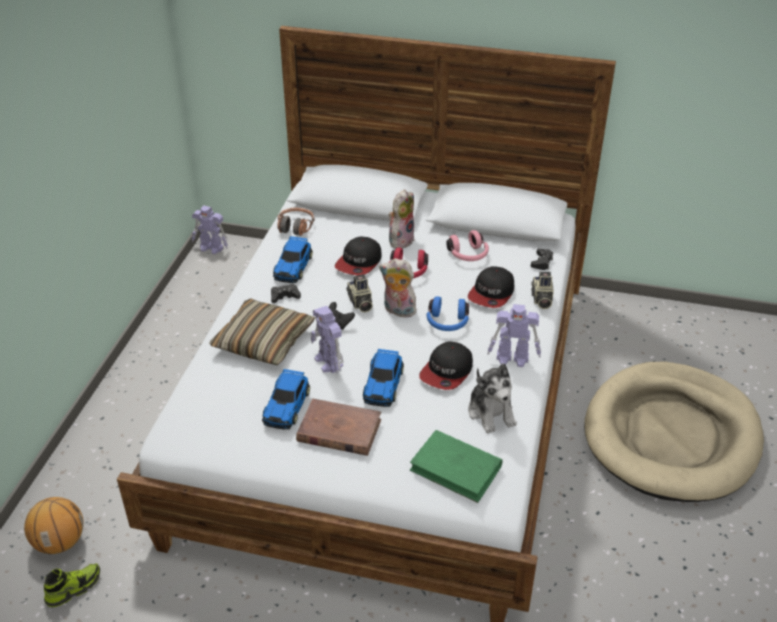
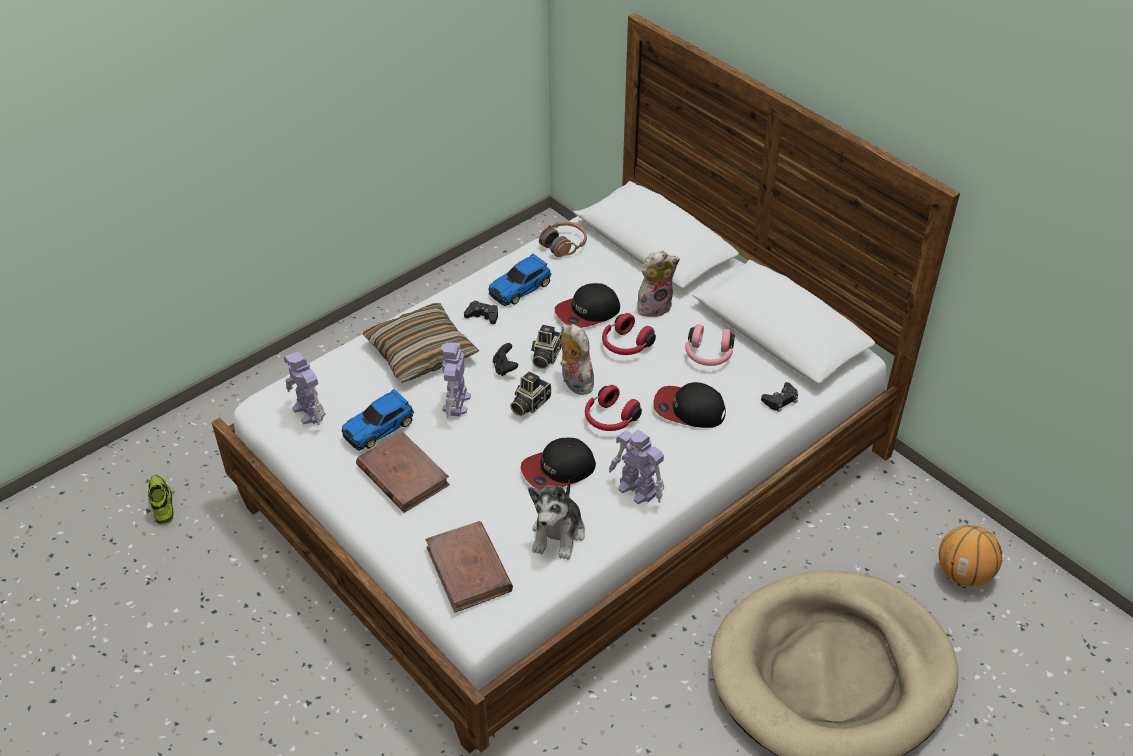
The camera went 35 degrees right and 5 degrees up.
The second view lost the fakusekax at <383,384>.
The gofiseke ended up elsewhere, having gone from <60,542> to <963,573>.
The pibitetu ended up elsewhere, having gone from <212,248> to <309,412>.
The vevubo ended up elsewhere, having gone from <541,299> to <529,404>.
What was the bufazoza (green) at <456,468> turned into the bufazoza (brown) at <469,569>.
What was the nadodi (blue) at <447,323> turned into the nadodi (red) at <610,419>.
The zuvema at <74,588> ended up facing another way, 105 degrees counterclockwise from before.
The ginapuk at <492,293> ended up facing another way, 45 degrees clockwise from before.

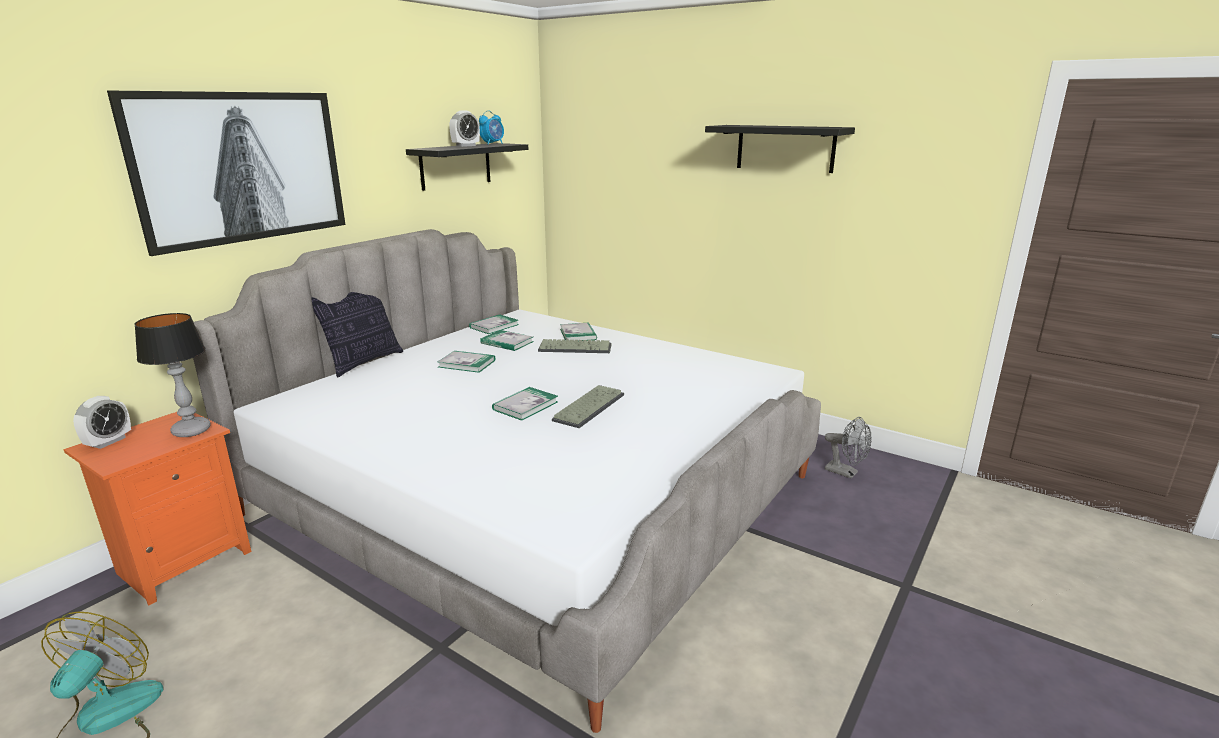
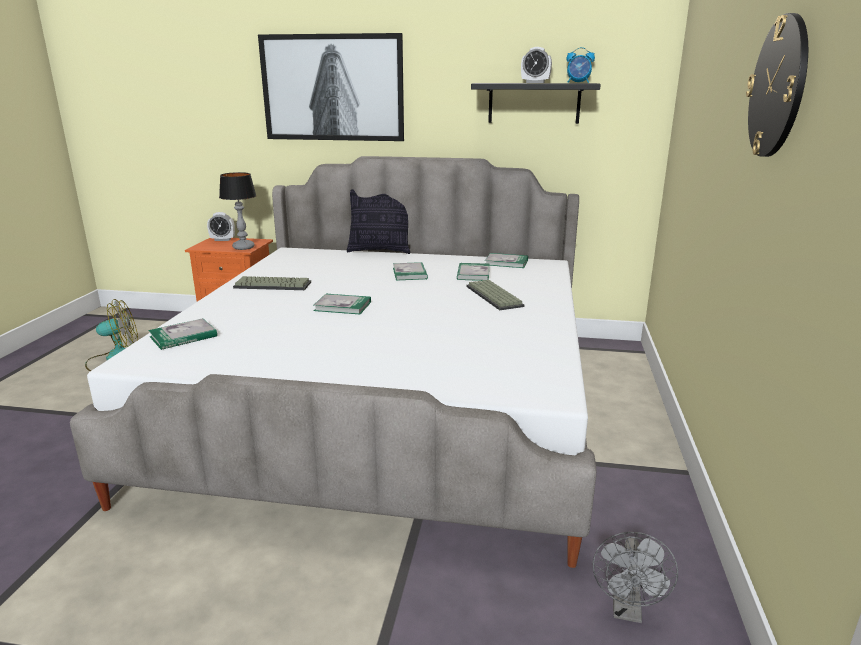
The camera went 65 degrees right and 0 degrees up.
The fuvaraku ended up elsewhere, having gone from <588,407> to <274,285>.
The bufazoza ended up elsewhere, having gone from <578,334> to <183,336>.
Where the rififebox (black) hung at <785,148>, the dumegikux came to hang at <778,87>.

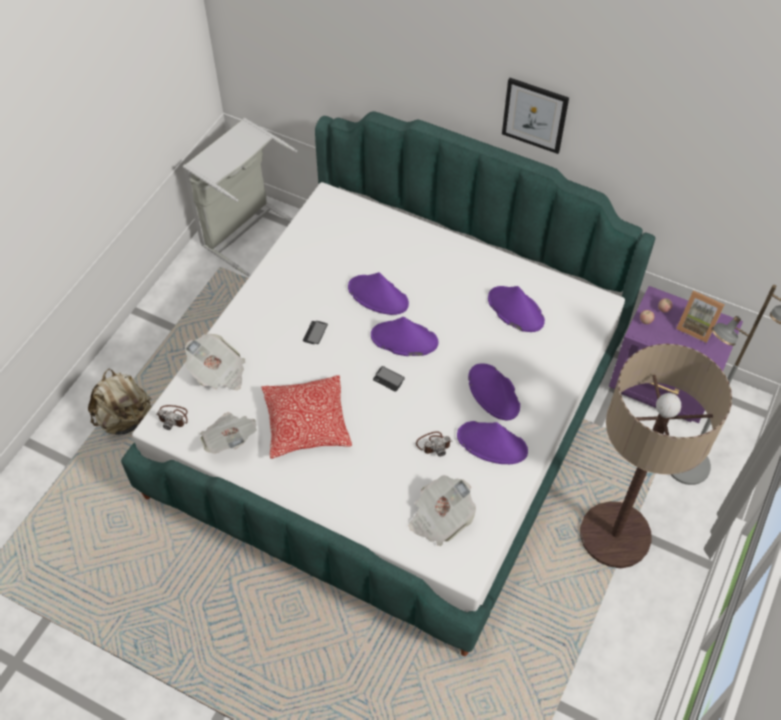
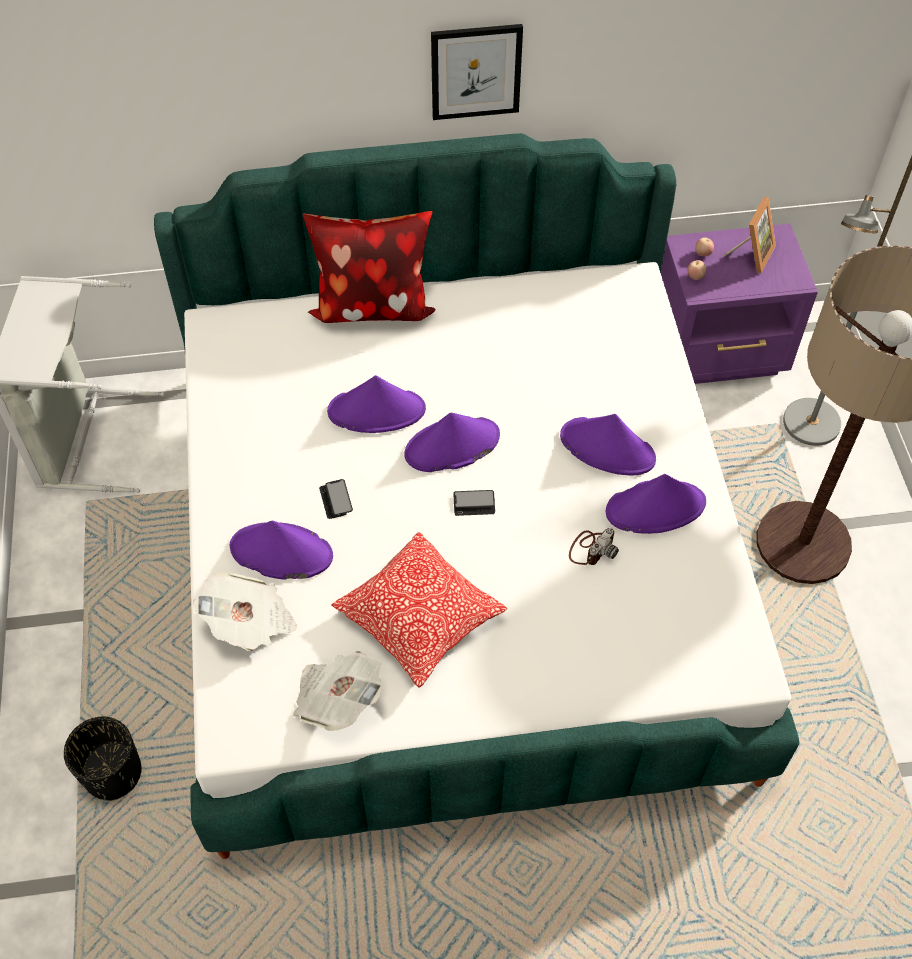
The camera went 35 degrees left and 0 degrees up.
The second view lost the vevubo at <173,417>.
The second view lost the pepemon at <440,518>.
The second view gained the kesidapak at <372,305>.
The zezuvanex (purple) ended up elsewhere, having gone from <515,310> to <281,552>.
Where the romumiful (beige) stood at <126,419>, the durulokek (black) came to stand at <113,773>.
The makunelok at <696,327> ended up facing another way, 60 degrees counterclockwise from before.

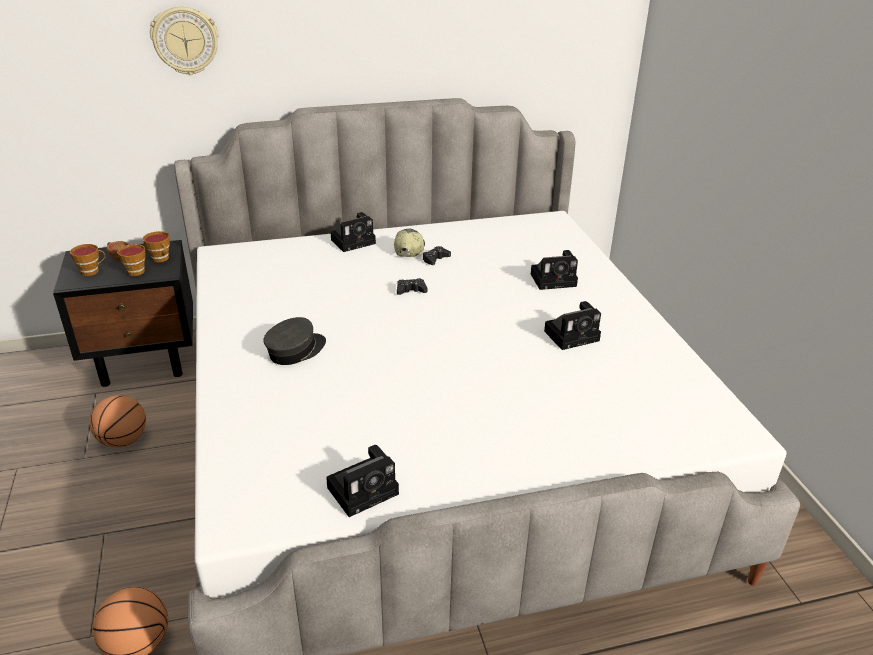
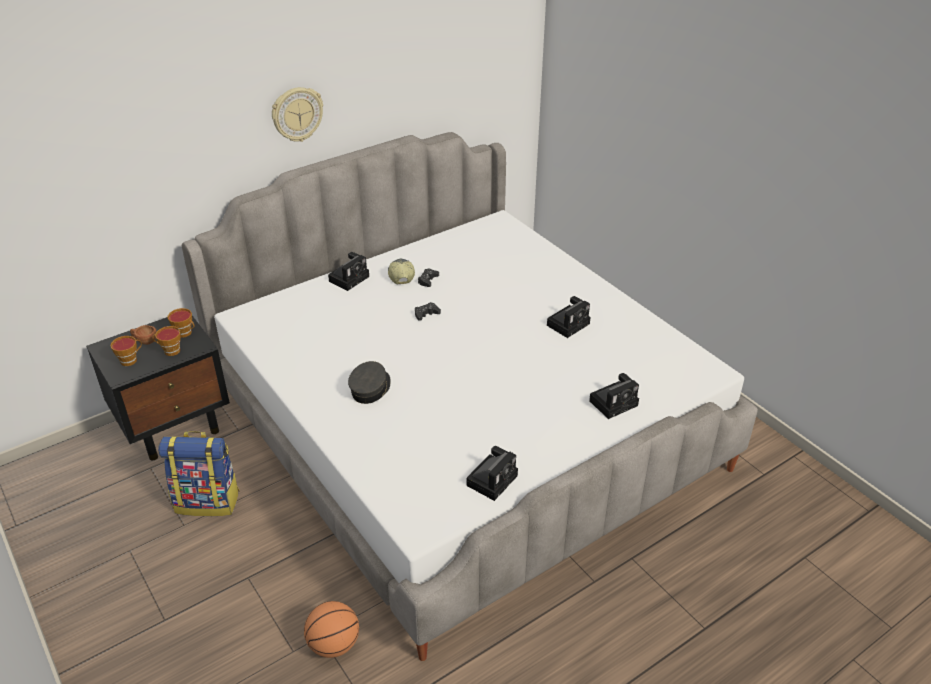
The camera went 20 degrees left and 5 degrees up.
The dumegikux ended up elsewhere, having gone from <185,40> to <297,114>.
The vevubo ended up elsewhere, having gone from <555,279> to <614,402>.
Where the gofiseke stood at <123,440>, the romumiful came to stand at <208,501>.

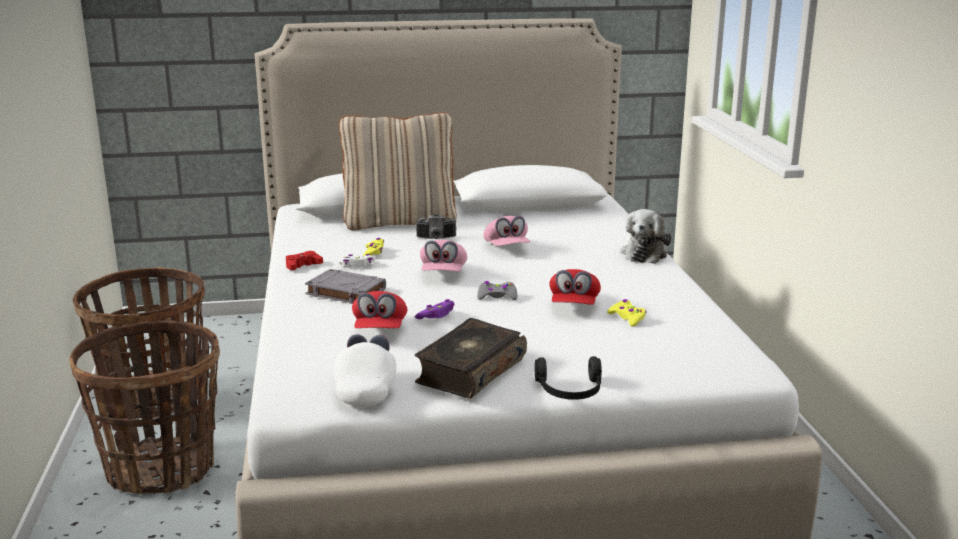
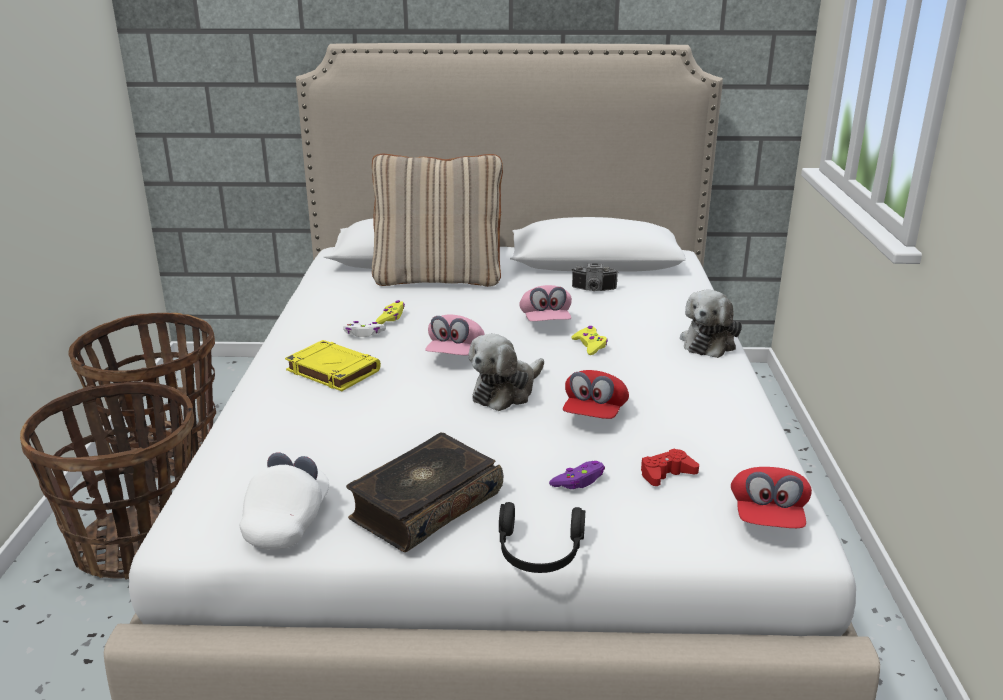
The camera went 10 degrees right and 5 degrees up.
The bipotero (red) ended up elsewhere, having gone from <302,265> to <666,474>.
The ginapuk (red) ended up elsewhere, having gone from <380,330> to <767,517>.
The vevubo ended up elsewhere, having gone from <436,238> to <593,290>.
The bipotero (purple) ended up elsewhere, having gone from <436,315> to <579,481>.
The bipotero (yellow) ended up elsewhere, having gone from <627,318> to <590,345>.
Where the bipotero (grey) stood at <497,296>, the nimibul came to stand at <506,391>.
What was the bufazoza (grey) at <345,292> turned into the bufazoza (yellow) at <332,370>.

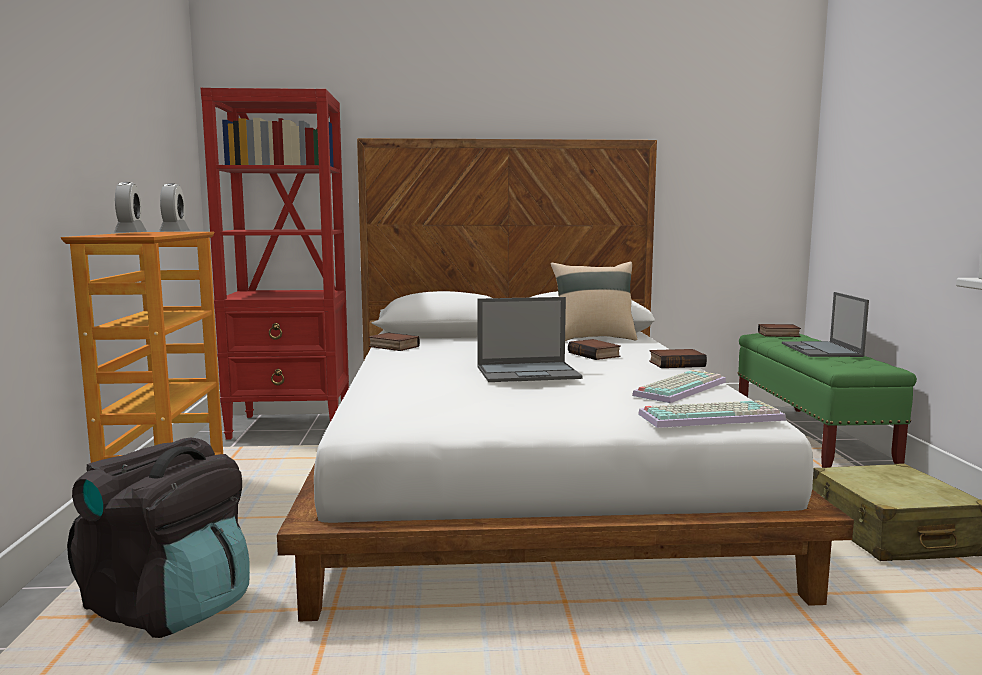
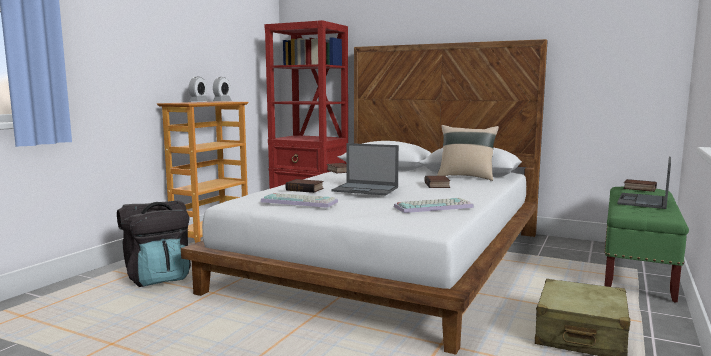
The camera went 30 degrees right and 0 degrees up.
The fuvaraku ended up elsewhere, having gone from <711,416> to <300,201>.
The bufazoza ended up elsewhere, having gone from <677,364> to <305,189>.

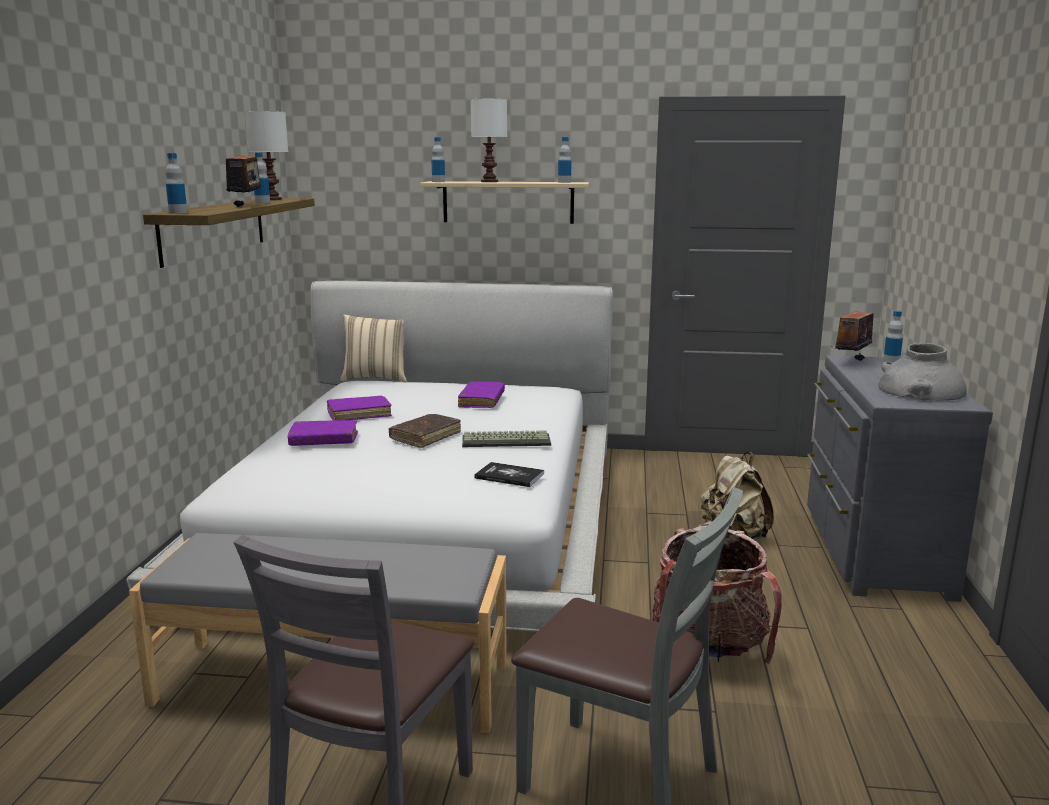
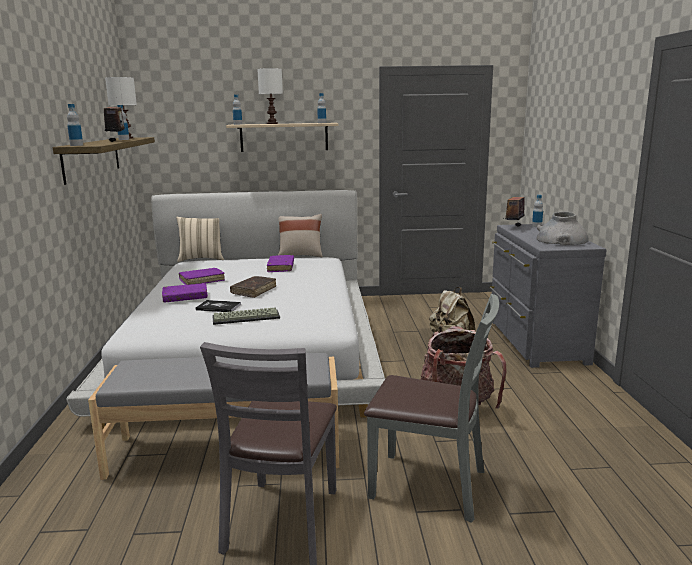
The camera went 10 degrees left and 0 degrees up.
The second view gained the kesidapak (beige) at <300,256>.
The fuvaraku ended up elsewhere, having gone from <507,440> to <246,317>.
The bufazoza ended up elsewhere, having gone from <509,476> to <218,307>.

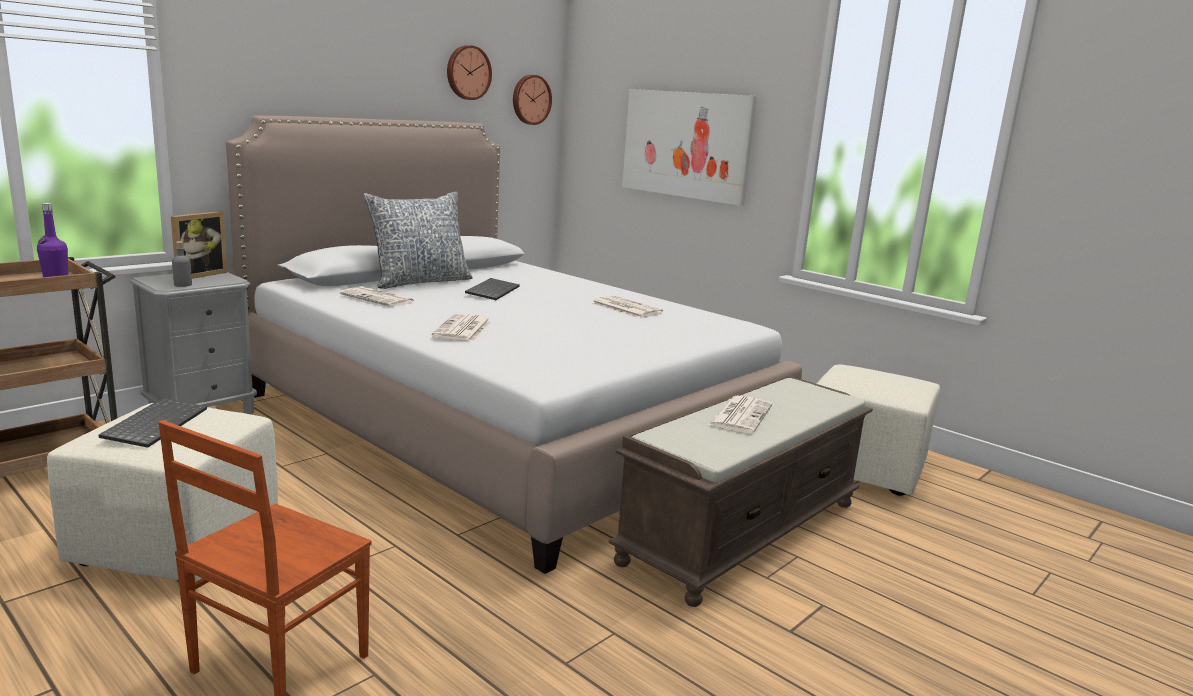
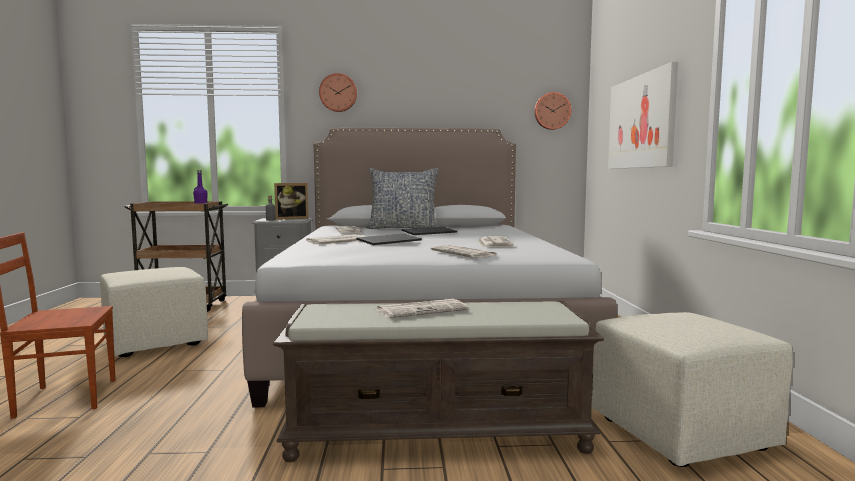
The camera went 45 degrees right and 10 degrees down.
The second view gained the pepemon at <464,253>.
The fuvaraku ended up elsewhere, having gone from <155,424> to <389,241>.
The dumegikux ended up elsewhere, having gone from <467,72> to <338,93>.

